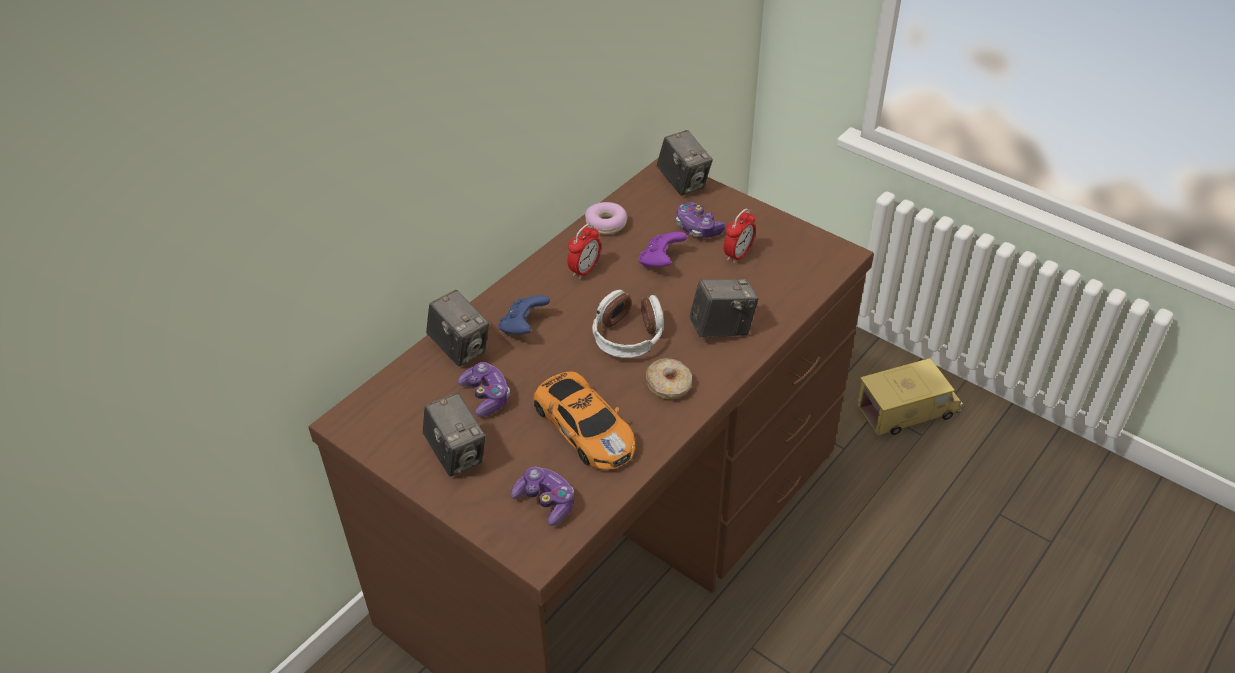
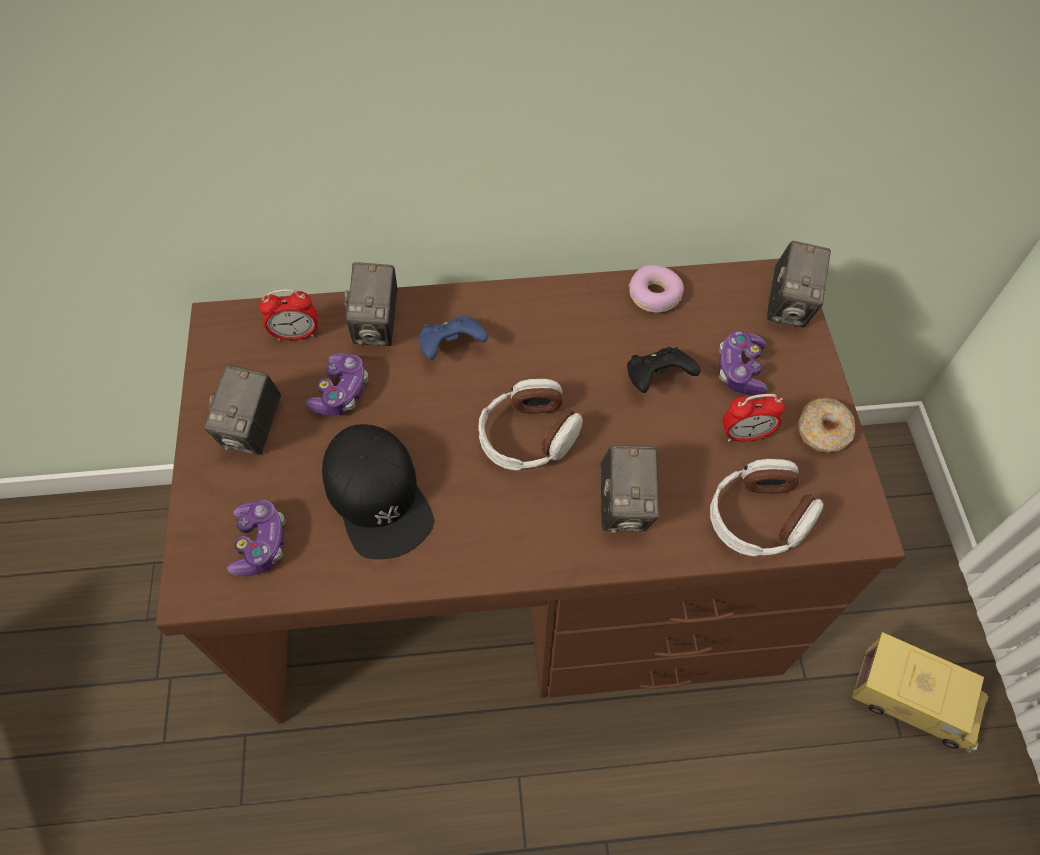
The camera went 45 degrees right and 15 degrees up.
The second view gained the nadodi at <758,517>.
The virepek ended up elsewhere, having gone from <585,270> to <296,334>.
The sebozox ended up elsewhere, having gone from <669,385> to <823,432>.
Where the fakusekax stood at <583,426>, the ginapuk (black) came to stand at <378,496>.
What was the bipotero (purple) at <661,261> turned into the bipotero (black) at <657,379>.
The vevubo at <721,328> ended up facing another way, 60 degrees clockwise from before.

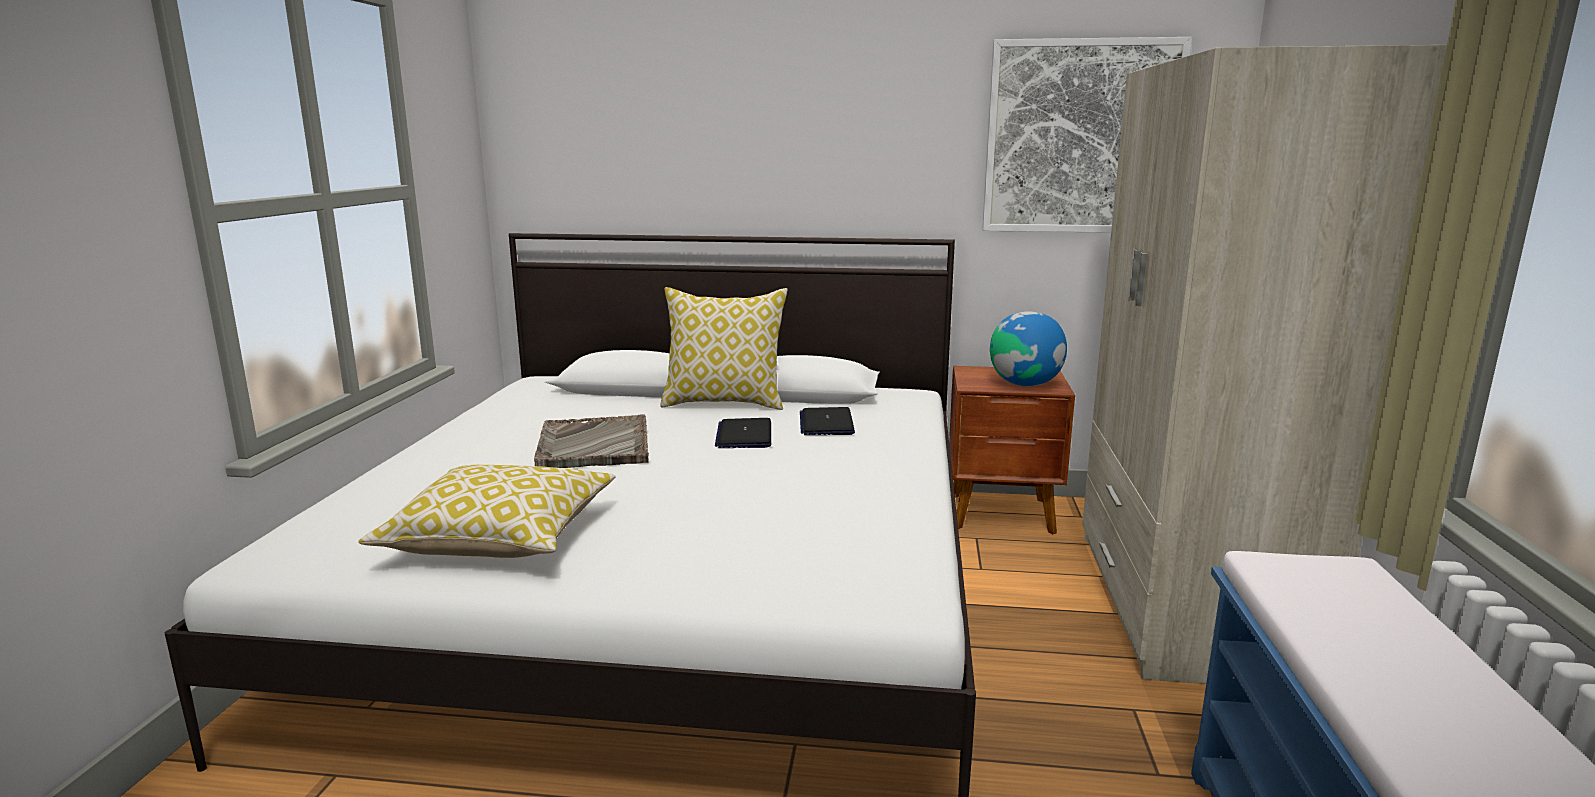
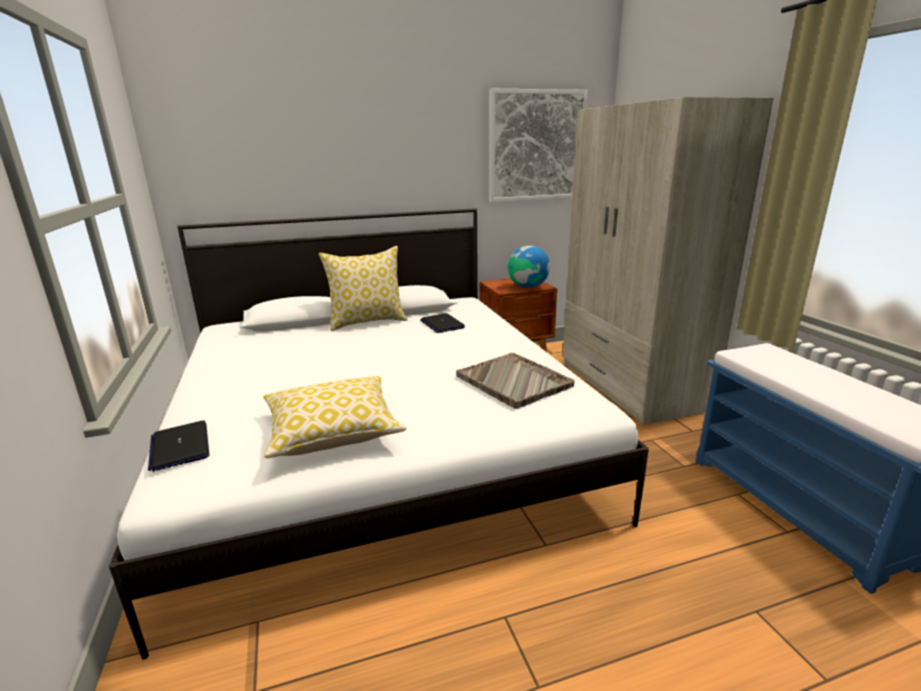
The camera went 25 degrees left and 5 degrees up.
The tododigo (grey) ended up elsewhere, having gone from <594,445> to <514,381>.
The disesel ended up elsewhere, having gone from <744,435> to <180,446>.

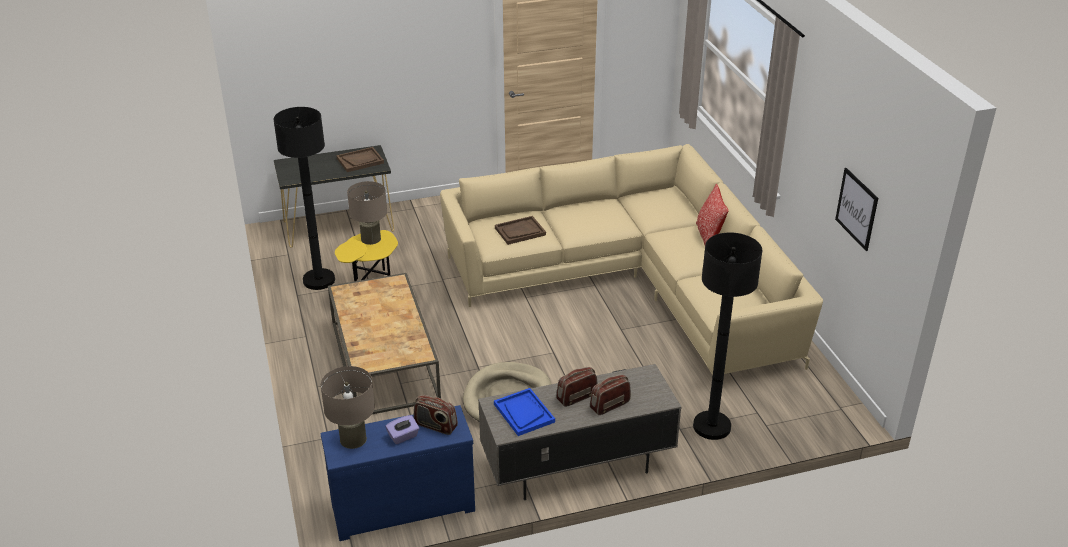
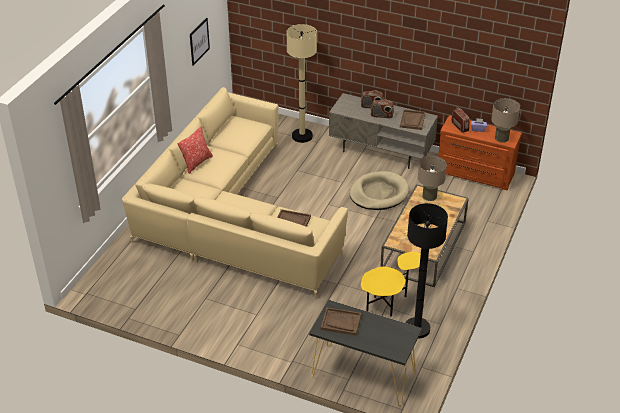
The camera went 140 degrees left and 5 degrees up.
The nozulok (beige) ended up elsewhere, having gone from <371,239> to <429,196>.
What was the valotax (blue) at <402,505> turned into the valotax (brown) at <474,174>.
What was the tododigo (blue) at <524,413> turned into the tododigo (brown) at <412,120>.
What was the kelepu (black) at <712,426> turned into the kelepu (beige) at <302,136>.

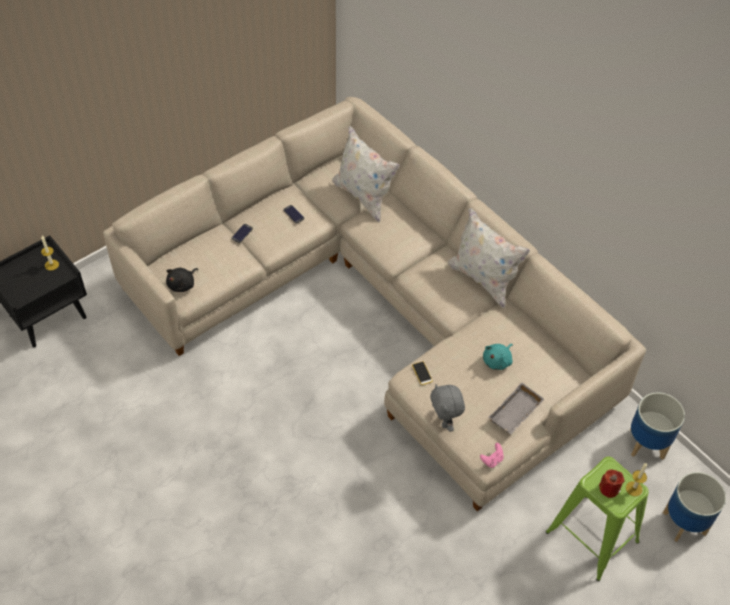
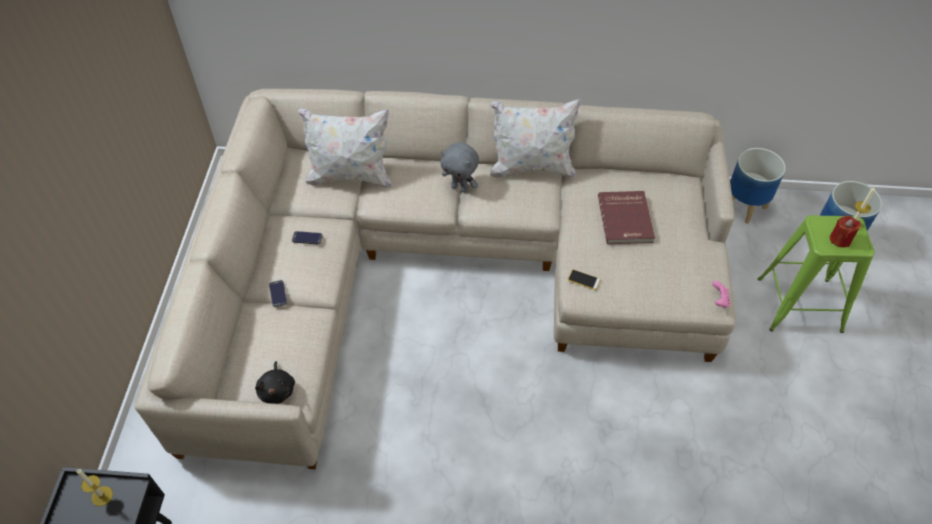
The camera went 45 degrees left and 0 degrees up.
The second view lost the tododigo (grey) at <516,413>.
The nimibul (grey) ended up elsewhere, having gone from <444,421> to <460,188>.
Where the nimibul (turquoise) stood at <498,361>, the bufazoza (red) came to stand at <626,219>.

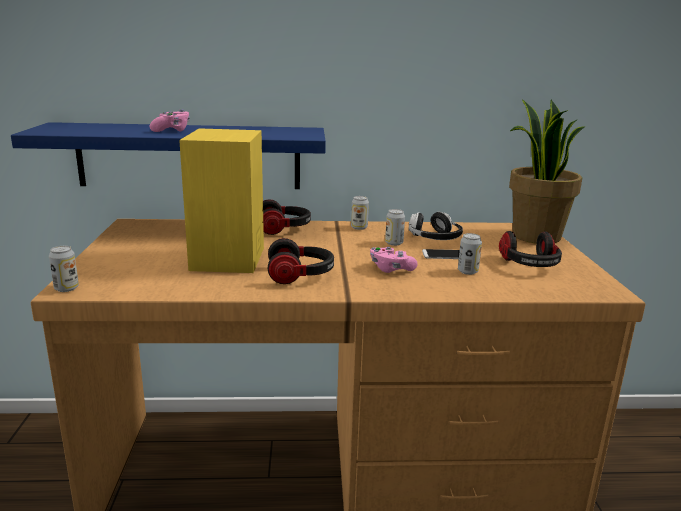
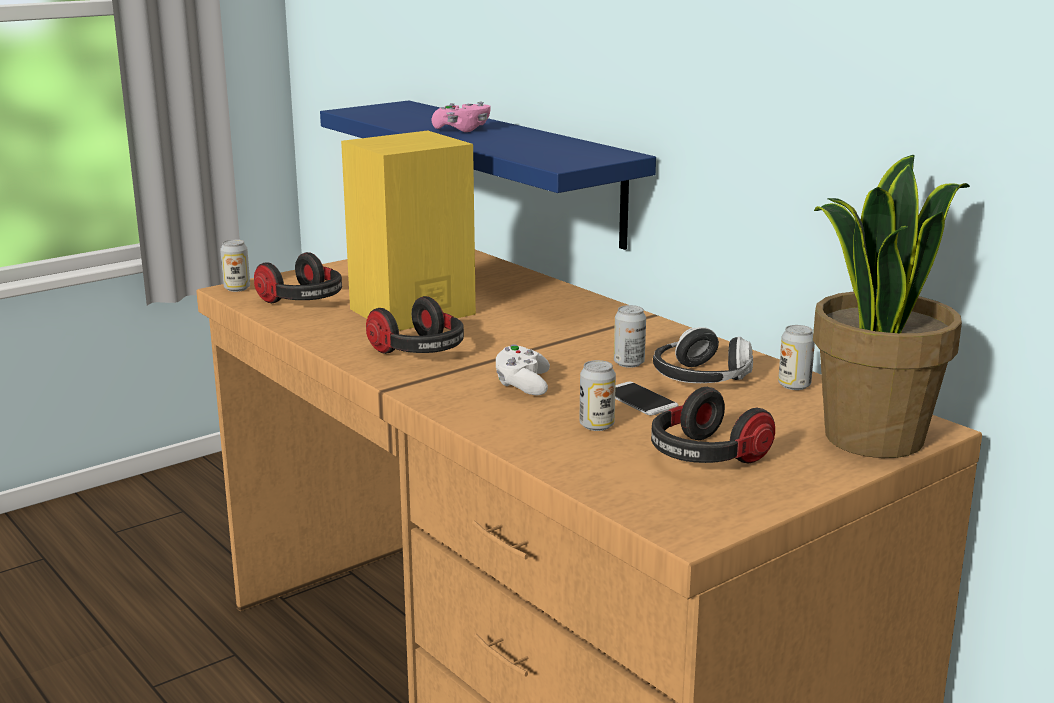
The camera went 55 degrees right and 0 degrees up.
The nadodi ended up elsewhere, having gone from <284,229> to <303,301>.
The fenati ended up elsewhere, having gone from <359,227> to <794,385>.
What was the bipotero (pink) at <391,269> turned into the bipotero (white) at <522,385>.

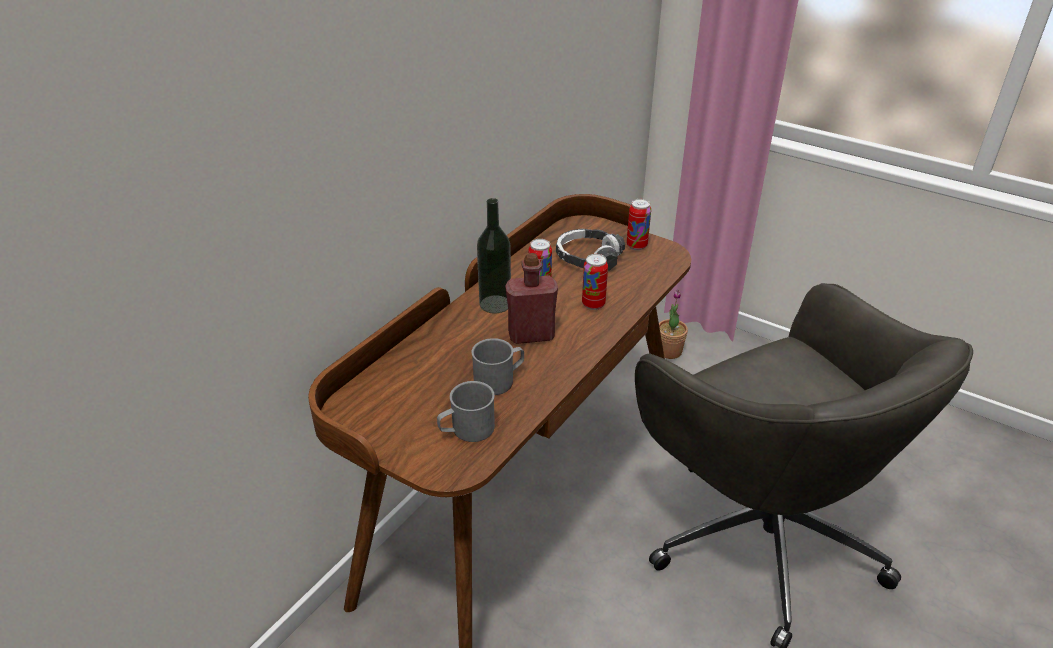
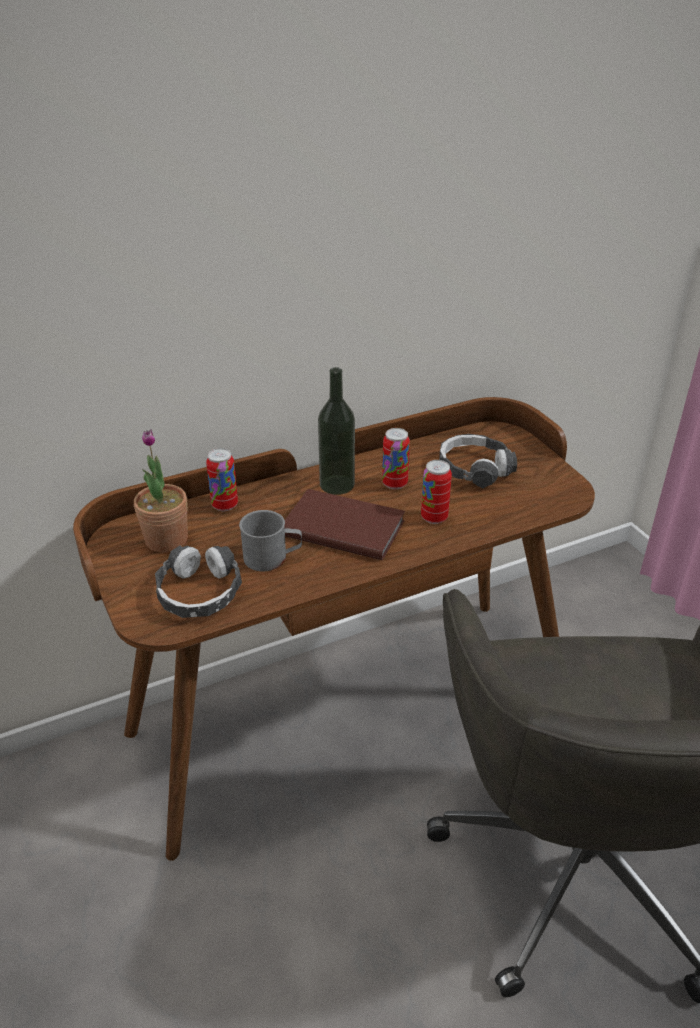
The camera went 30 degrees right and 0 degrees up.
The fenati ended up elsewhere, having gone from <636,246> to <224,505>.
The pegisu ended up elsewhere, having gone from <669,351> to <166,540>.
Where the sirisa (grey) stood at <466,430>, the nadodi came to stand at <199,592>.
Where the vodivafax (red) stood at <531,335>, the bufazoza (brown) came to stand at <342,526>.

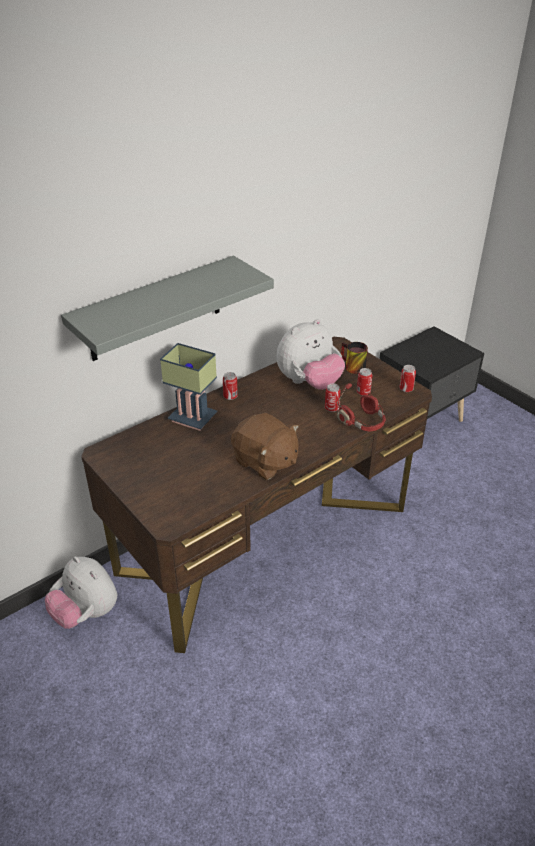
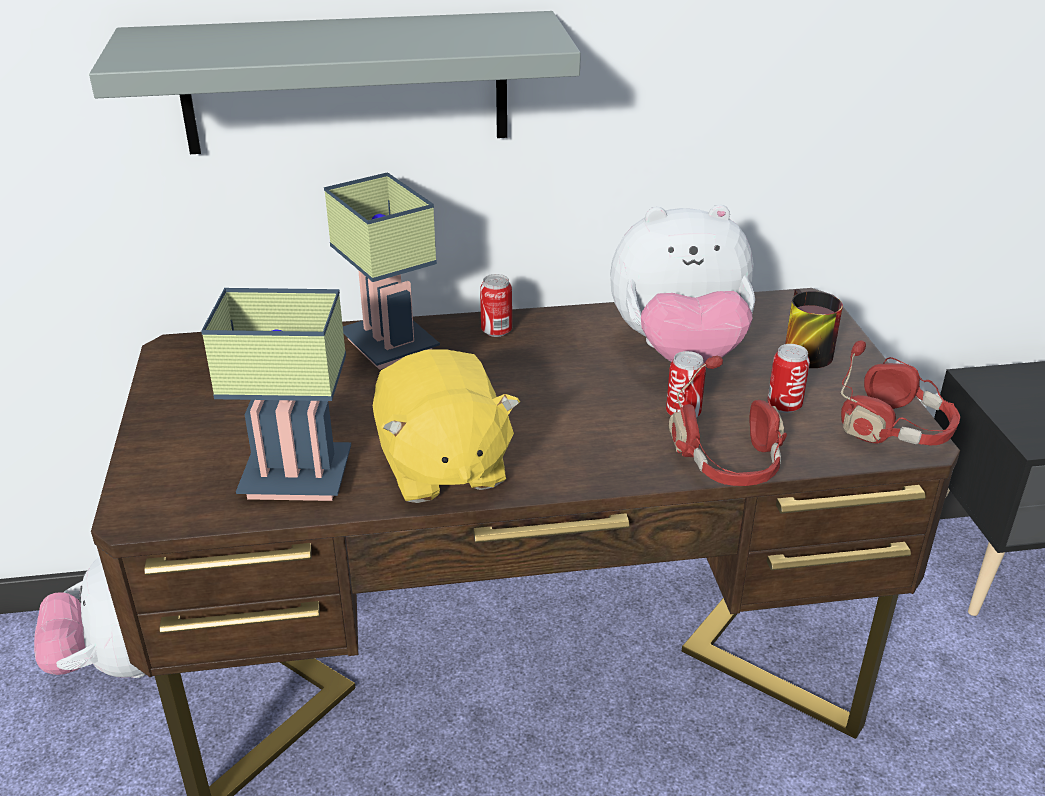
The camera went 30 degrees right and 5 degrees down.
The second view gained the nozulok at <291,480>.
Where the fenati stood at <406,389>, the nadodi (red) came to stand at <896,429>.
What was the nimibul (brown) at <265,462> turned into the nimibul (yellow) at <442,467>.

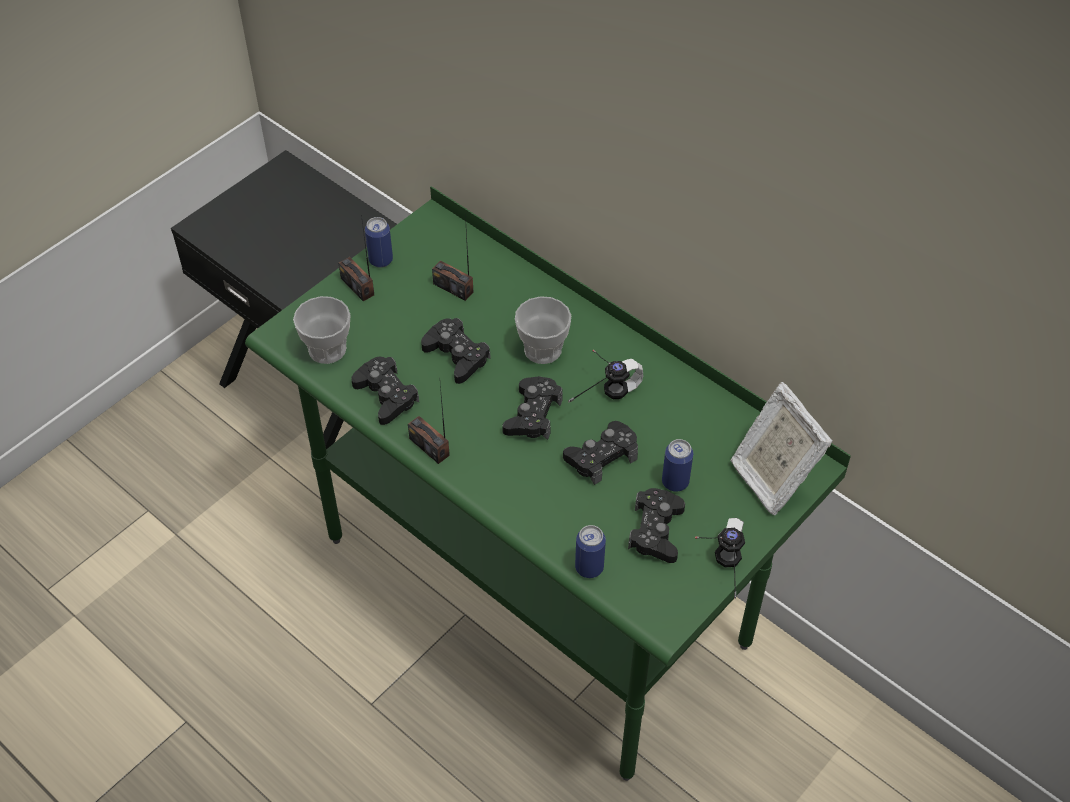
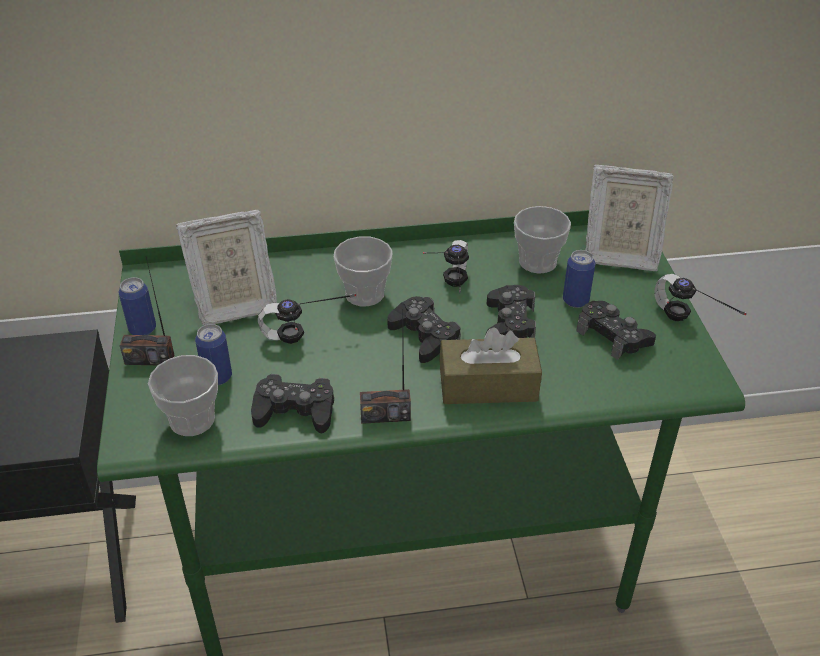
The camera went 50 degrees left and 10 degrees down.
The second view gained the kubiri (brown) at <488,385>.
The second view gained the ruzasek at <538,262>.
The fenati ended up elsewhere, having gone from <589,567> to <217,377>.
Where the bipotero (black) stood at <456,355>, the nadodi came to stand at <308,343>.
Where the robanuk stood at <453,288>, the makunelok came to stand at <234,305>.

